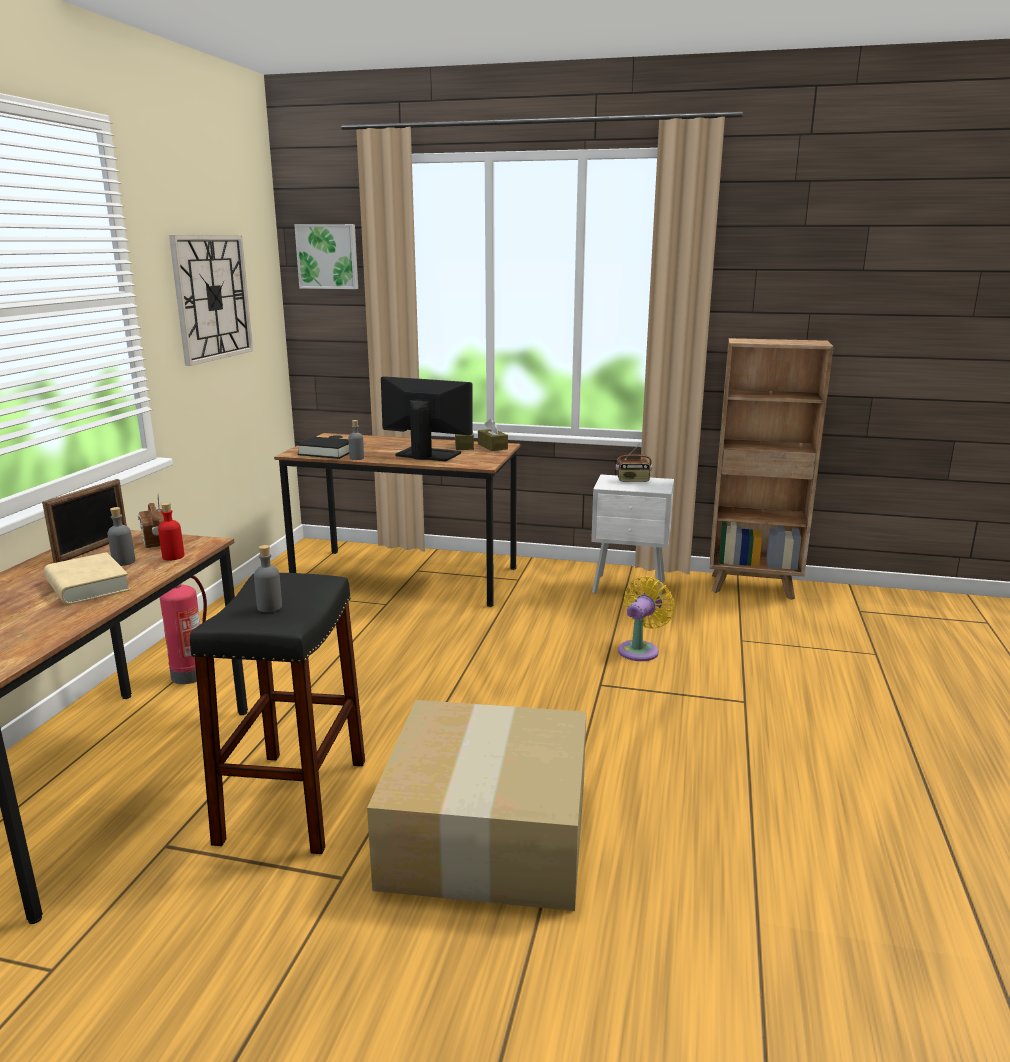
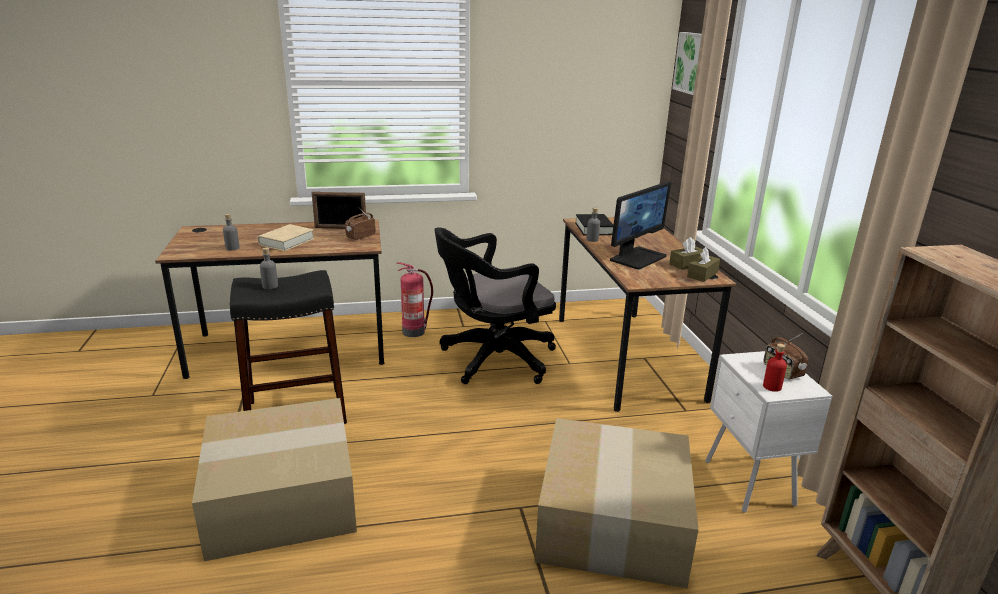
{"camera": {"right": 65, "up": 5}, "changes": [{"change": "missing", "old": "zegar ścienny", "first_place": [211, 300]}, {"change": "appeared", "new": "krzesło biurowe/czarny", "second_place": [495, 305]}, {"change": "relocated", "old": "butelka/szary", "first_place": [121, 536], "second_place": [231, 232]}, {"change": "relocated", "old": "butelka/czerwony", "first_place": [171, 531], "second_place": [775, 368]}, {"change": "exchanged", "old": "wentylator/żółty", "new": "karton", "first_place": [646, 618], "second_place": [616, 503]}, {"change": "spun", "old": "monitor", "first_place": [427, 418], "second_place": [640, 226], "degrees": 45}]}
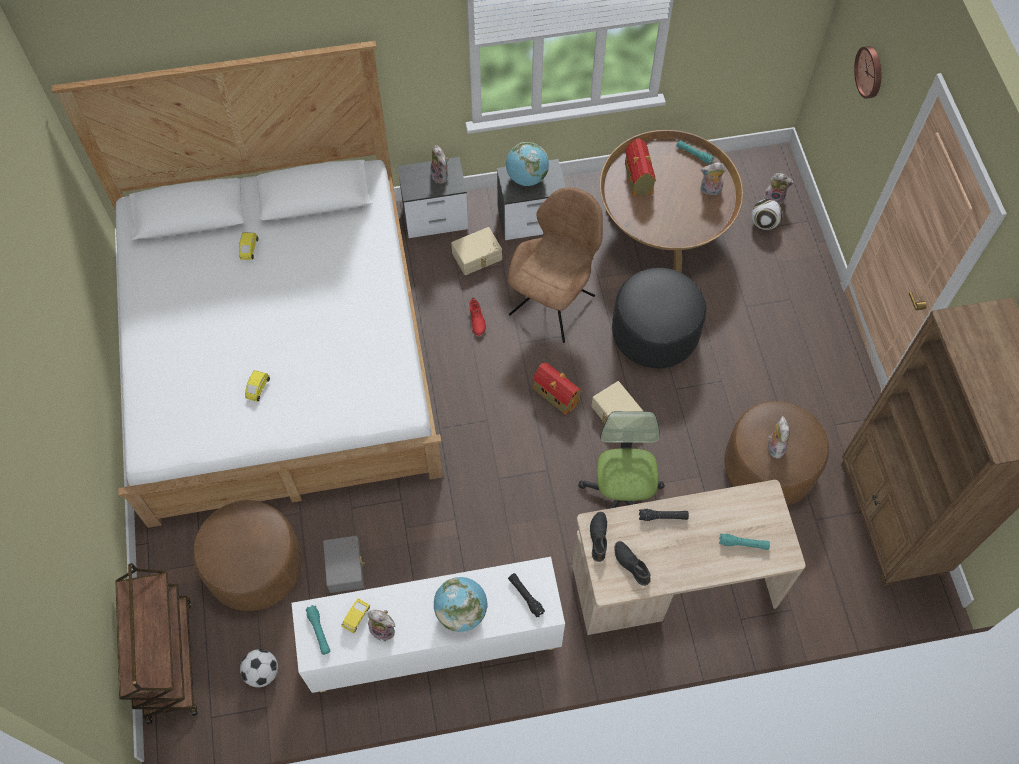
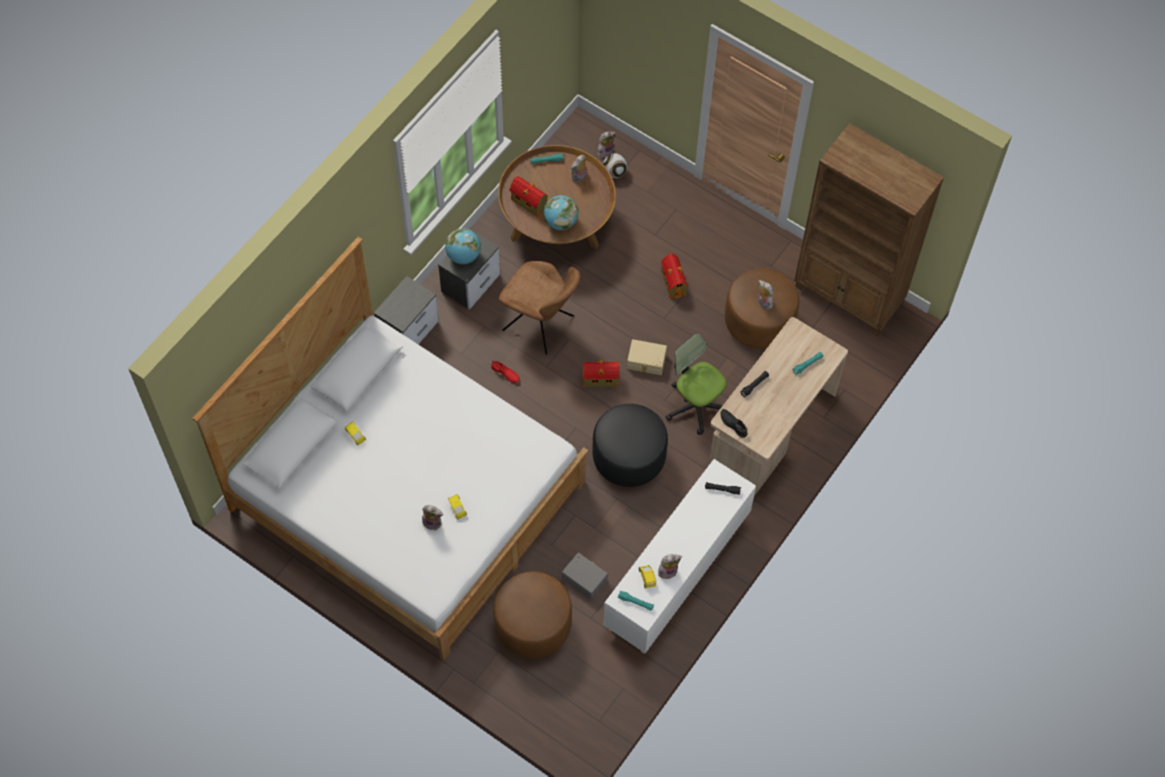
{"camera": {"right": -45, "up": 0}, "changes": [{"change": "missing", "old": "wózek/brązowy", "first_place": [157, 643]}, {"change": "missing", "old": "piłka futbolowa", "first_place": [259, 668]}, {"change": "missing", "old": "pojemnik do przechowywania/beżowy", "first_place": [476, 251]}, {"change": "missing", "old": "but/czarny", "first_place": [632, 563]}, {"change": "missing", "old": "zegar ścienny", "first_place": [867, 72]}, {"change": "appeared", "new": "domek", "second_place": [674, 276]}, {"change": "relocated", "old": "pluszak", "first_place": [439, 164], "second_place": [432, 518]}, {"change": "relocated", "old": "globus", "first_place": [461, 604], "second_place": [561, 212]}, {"change": "relocated", "old": "pufa/czarny", "first_place": [659, 318], "second_place": [630, 445]}, {"change": "spun", "old": "krzesło/brązowy", "first_place": [555, 265], "second_place": [539, 308], "degrees": 135}]}
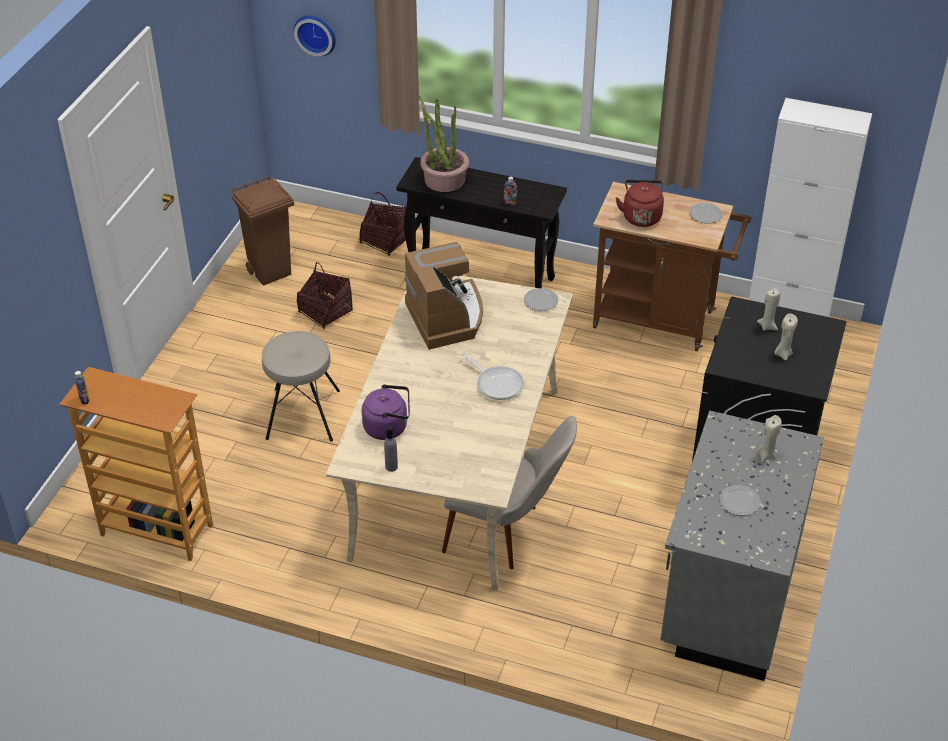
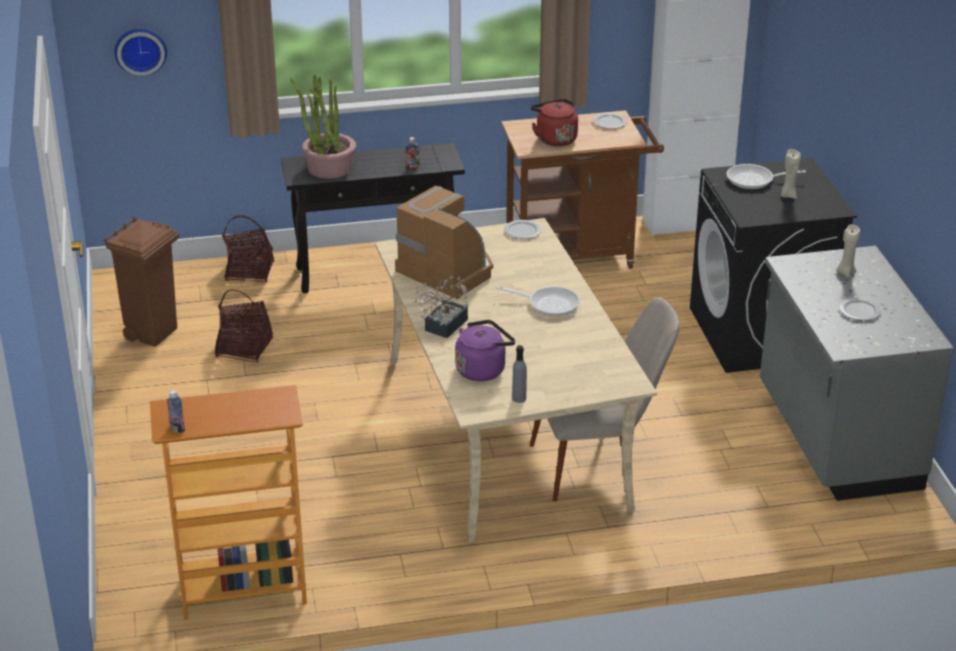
{"camera": {"right": -30, "up": -10}, "changes": [{"change": "missing", "old": "stołek/beżowy", "first_place": [301, 386]}, {"change": "appeared", "new": "roślina doniczkowa", "second_place": [441, 307]}, {"change": "exchanged", "old": "świeca/beżowy", "new": "patelnia", "first_place": [769, 309], "second_place": [766, 176]}]}
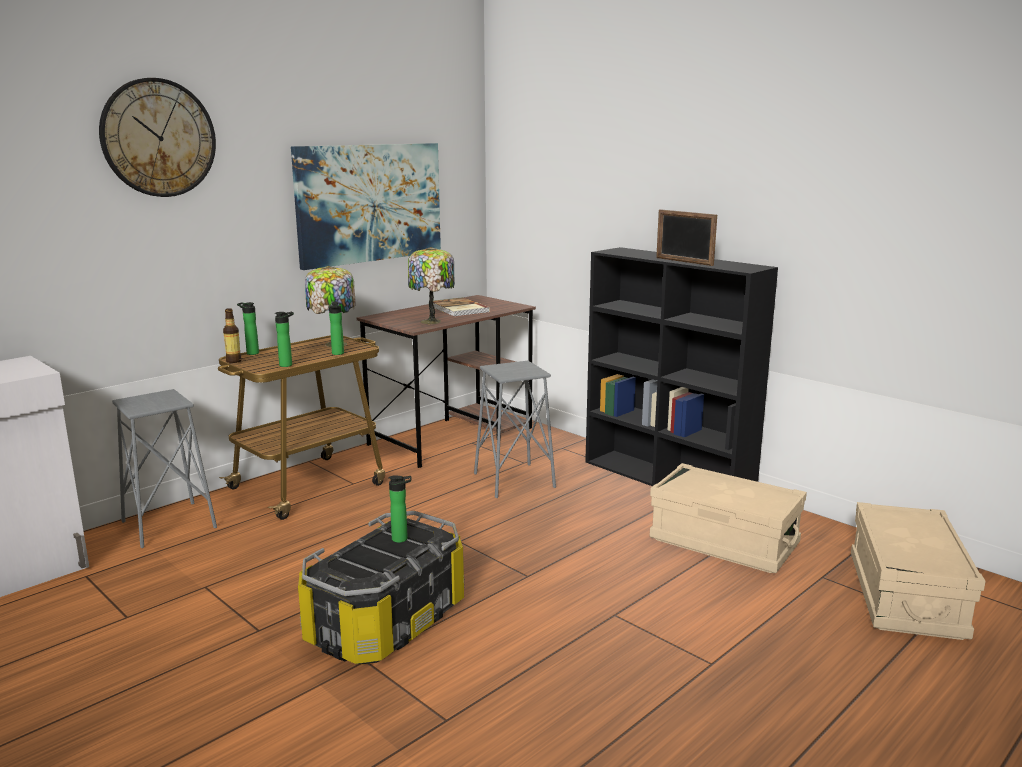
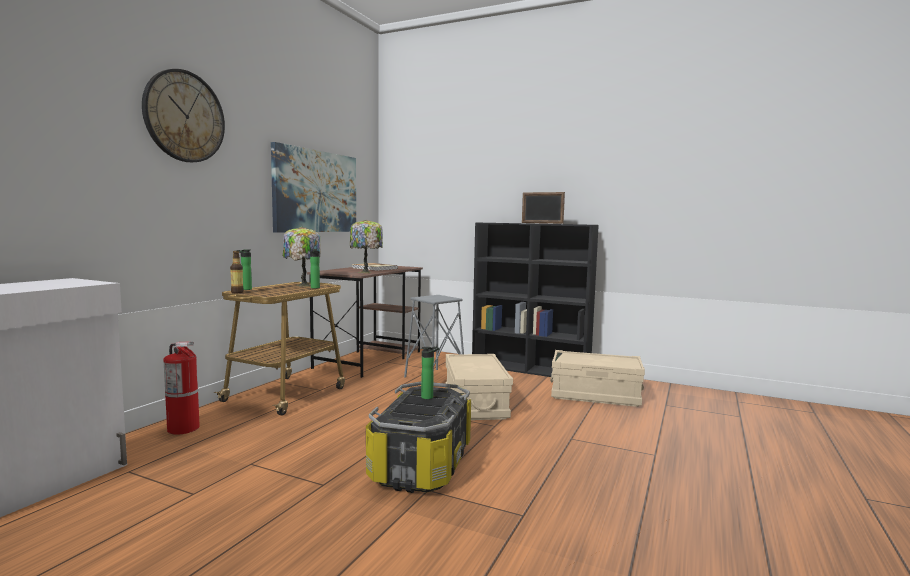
{"camera": {"right": -20, "up": -10}, "changes": [{"change": "missing", "old": "butelka", "first_place": [284, 339]}, {"change": "relocated", "old": "pojemnik do przechowywania/beżowy", "first_place": [918, 571], "second_place": [479, 387]}, {"change": "exchanged", "old": "stołek/szary", "new": "gaśnica", "first_place": [164, 468], "second_place": [181, 388]}]}
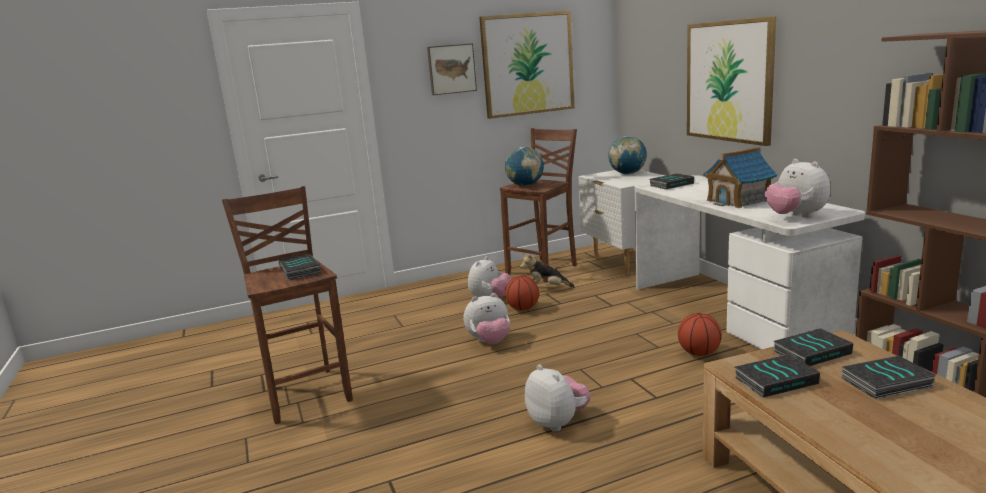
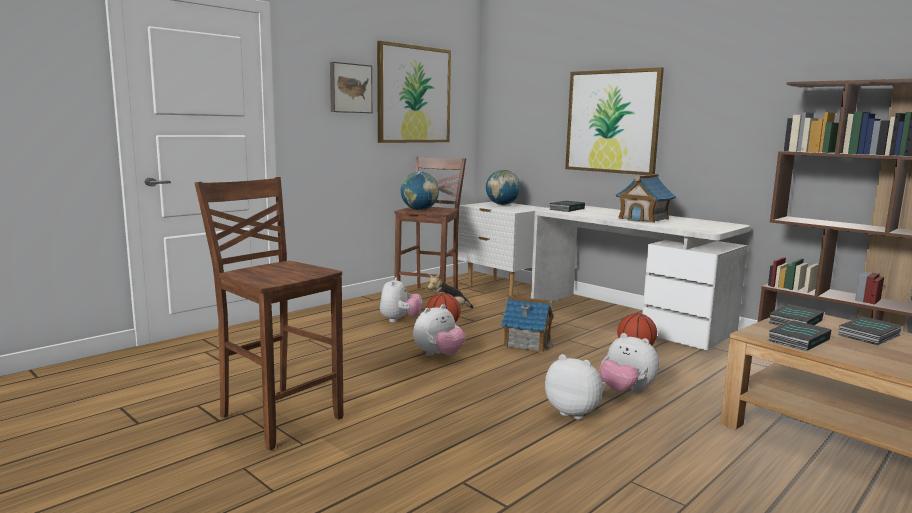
{"camera": {"right": -25, "up": -5}, "changes": [{"change": "missing", "old": "książka", "first_place": [299, 266]}, {"change": "appeared", "new": "domek", "second_place": [527, 324]}, {"change": "relocated", "old": "pluszak", "first_place": [797, 188], "second_place": [629, 362]}]}
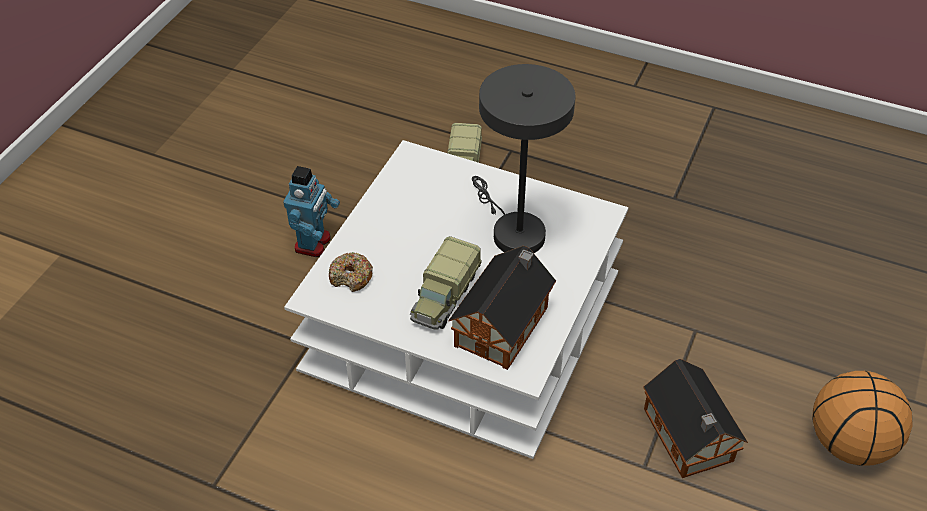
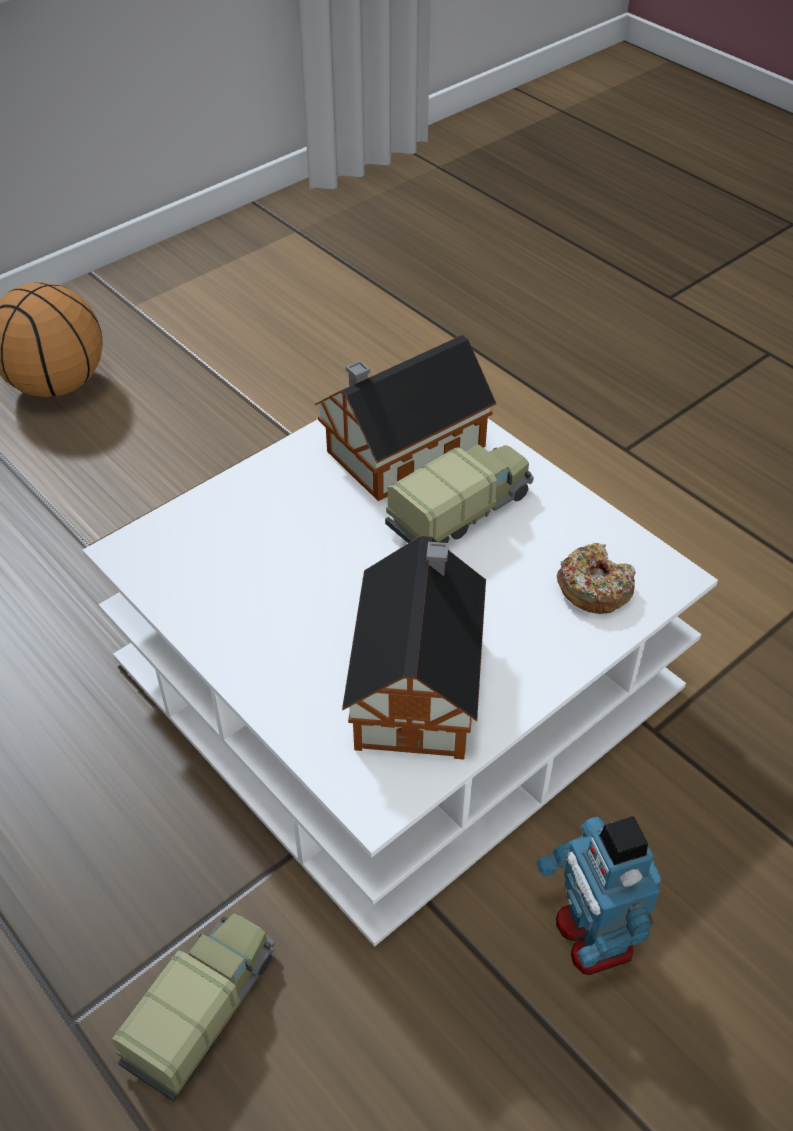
{"camera": {"right": -155, "up": 0}, "changes": [{"change": "missing", "old": "lampa stołowa/szary", "first_place": [523, 158]}, {"change": "relocated", "old": "domek", "first_place": [695, 418], "second_place": [414, 648]}, {"change": "spun", "old": "robot zabawkowy", "first_place": [311, 211], "second_place": [599, 895], "degrees": -60}]}
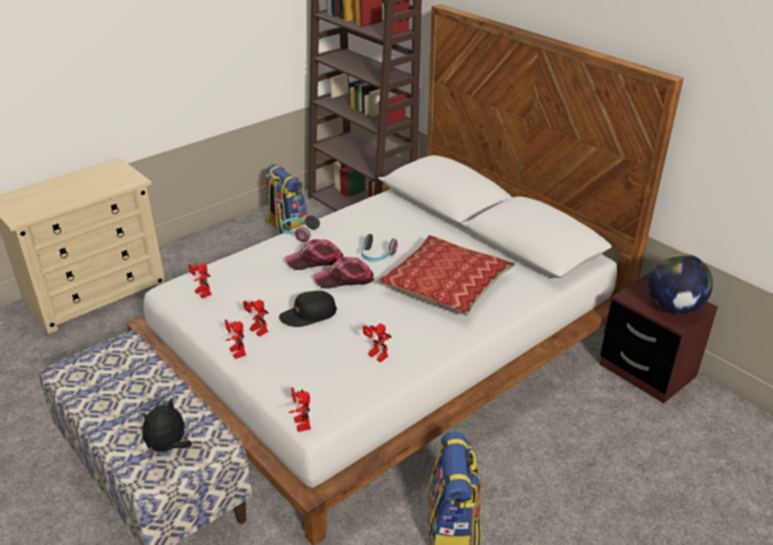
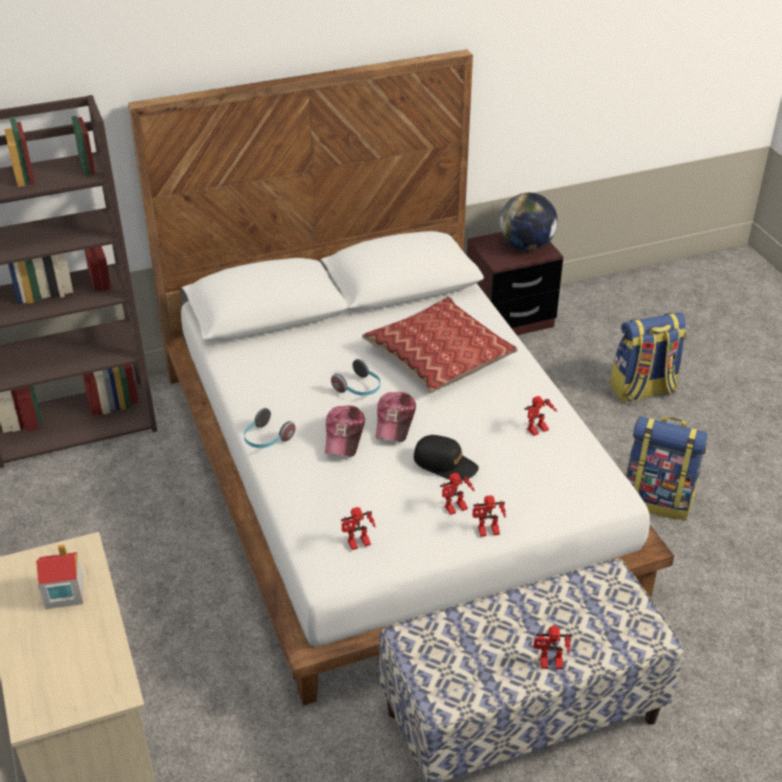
{"camera": {"right": -70, "up": 5}, "changes": [{"change": "missing", "old": "pluszak", "first_place": [167, 427]}, {"change": "appeared", "new": "domek", "second_place": [59, 577]}, {"change": "relocated", "old": "plecak", "first_place": [286, 199], "second_place": [648, 357]}, {"change": "relocated", "old": "robot zabawkowy", "first_place": [299, 409], "second_place": [552, 647]}, {"change": "spun", "old": "czapka z daszkiem/czarny", "first_place": [308, 309], "second_place": [446, 457], "degrees": -60}]}
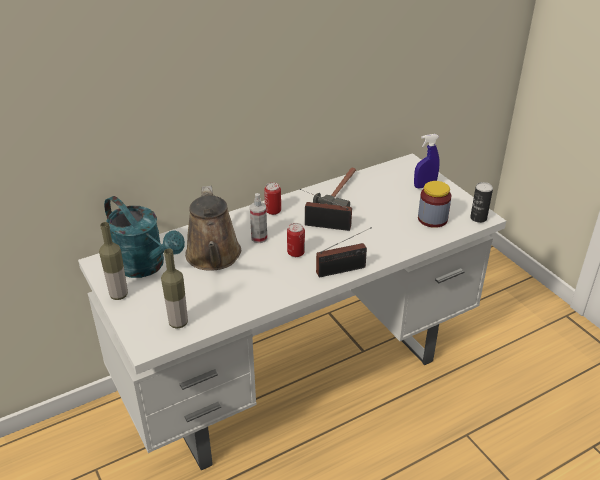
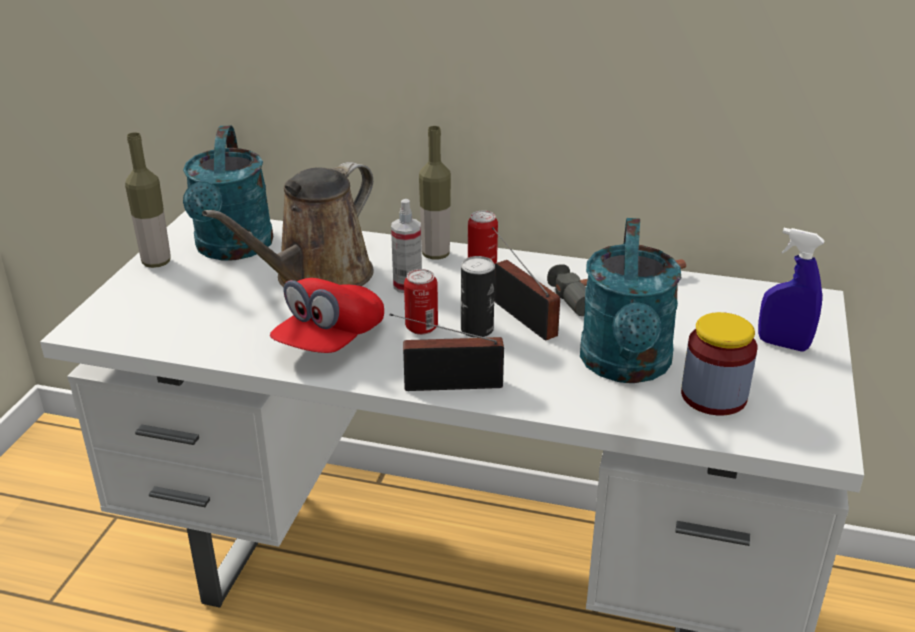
{"camera": {"right": 45, "up": -5}, "changes": [{"change": "appeared", "new": "czapka z daszkiem/czerwony", "second_place": [327, 315]}, {"change": "appeared", "new": "konewka/turkusowy", "second_place": [630, 300]}, {"change": "relocated", "old": "butelka", "first_place": [174, 288], "second_place": [435, 192]}, {"change": "relocated", "old": "puszka", "first_place": [481, 202], "second_place": [478, 297]}, {"change": "spun", "old": "radio", "first_place": [343, 252], "second_place": [447, 352], "degrees": 150}]}
